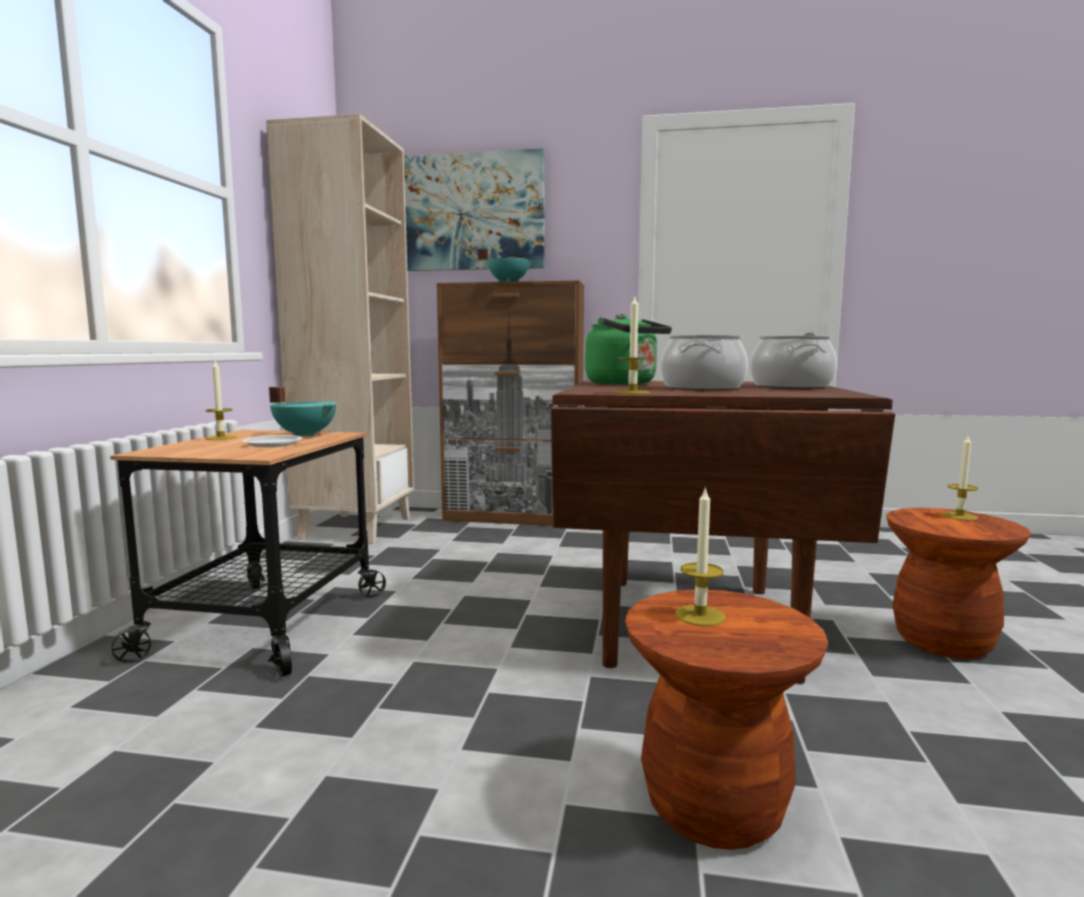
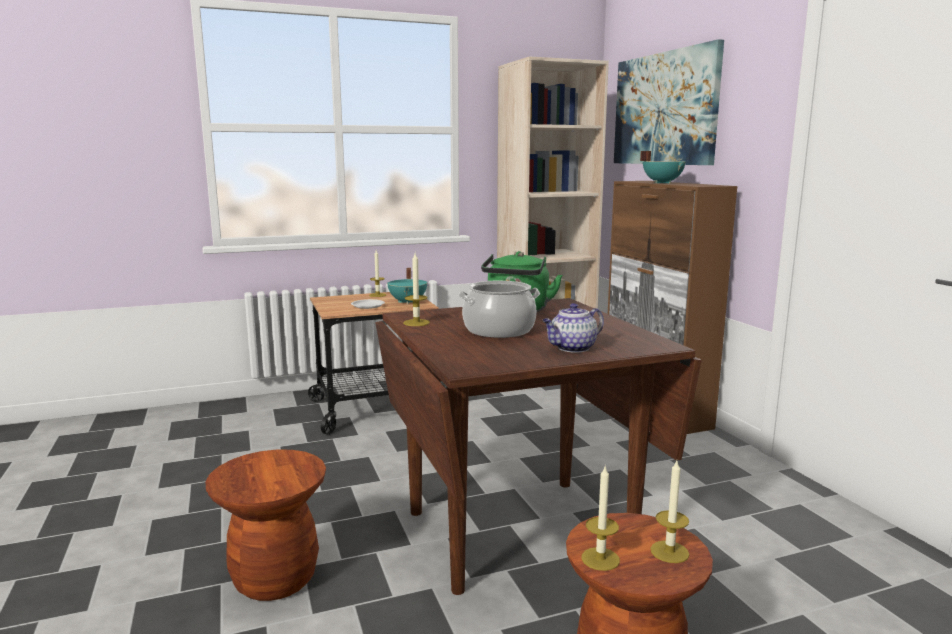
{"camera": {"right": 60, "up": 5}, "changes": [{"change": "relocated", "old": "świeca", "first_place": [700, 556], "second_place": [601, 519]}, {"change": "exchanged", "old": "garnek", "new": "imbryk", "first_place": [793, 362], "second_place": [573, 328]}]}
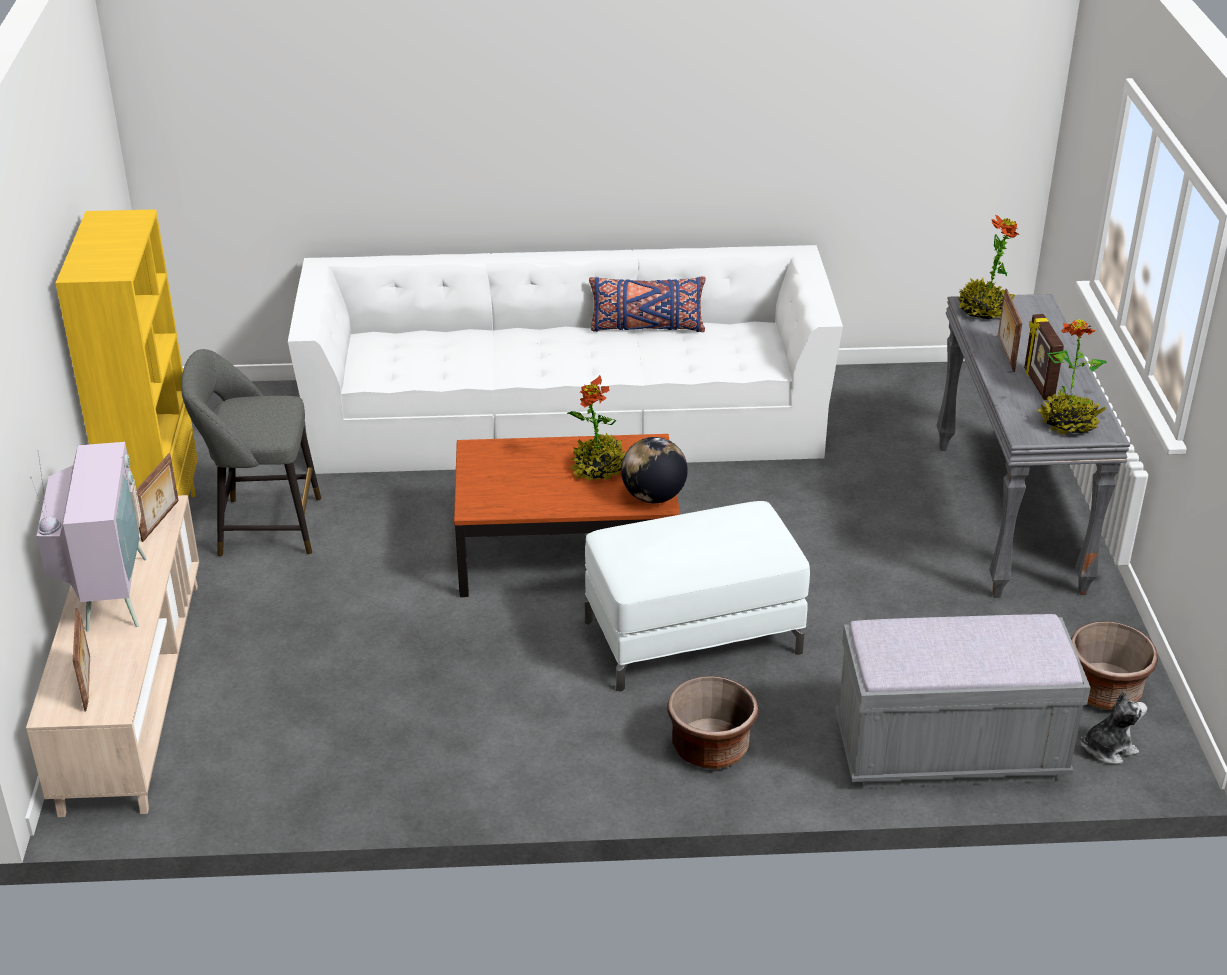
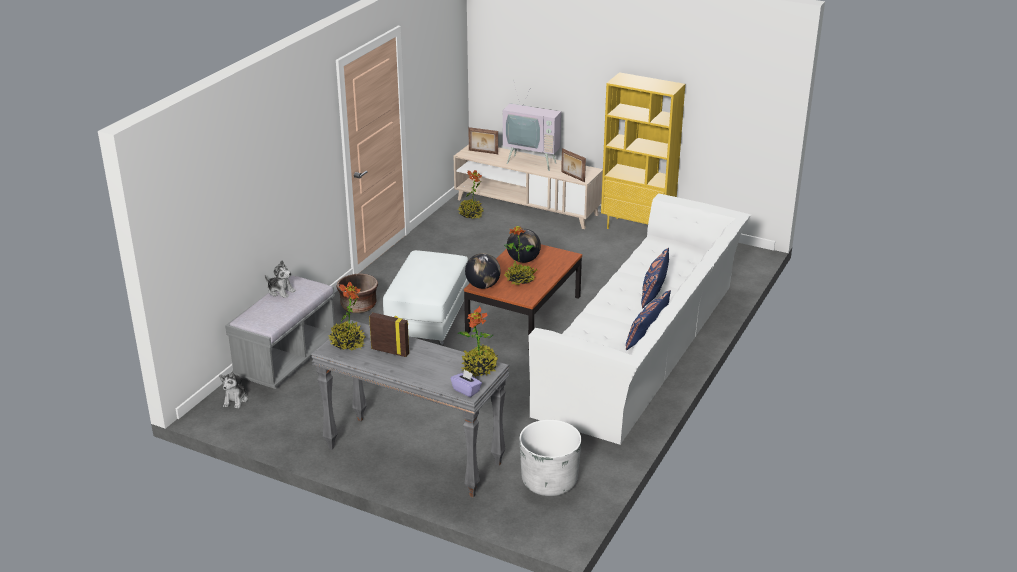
{"camera": {"right": 120, "up": -5}, "changes": [{"change": "missing", "old": "stołek/szary", "first_place": [251, 452]}, {"change": "missing", "old": "ramka na zdjęcie", "first_place": [1010, 330]}, {"change": "missing", "old": "donica/brązowy", "first_place": [1114, 665]}, {"change": "appeared", "new": "pluszak", "second_place": [280, 279]}, {"change": "appeared", "new": "pudełko chusteczek/fioletowy", "second_place": [466, 383]}, {"change": "appeared", "new": "roślina doniczkowa", "second_place": [470, 194]}, {"change": "appeared", "new": "globus", "second_place": [524, 246]}, {"change": "appeared", "new": "donica/biały", "second_place": [550, 458]}, {"change": "appeared", "new": "poduszka/niebieski", "second_place": [655, 278]}]}
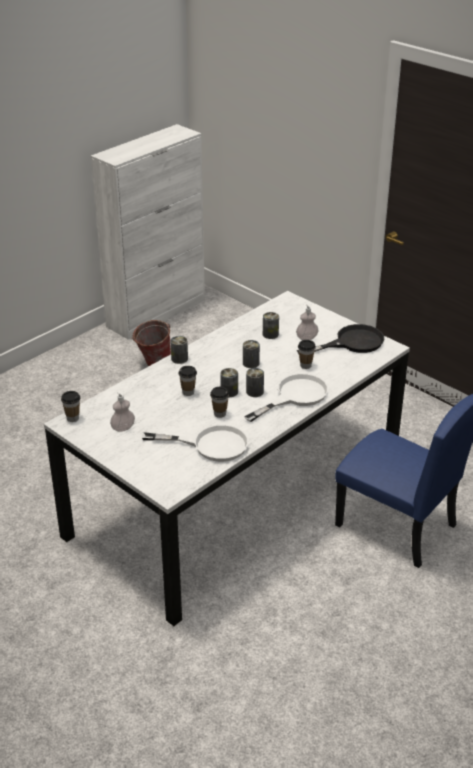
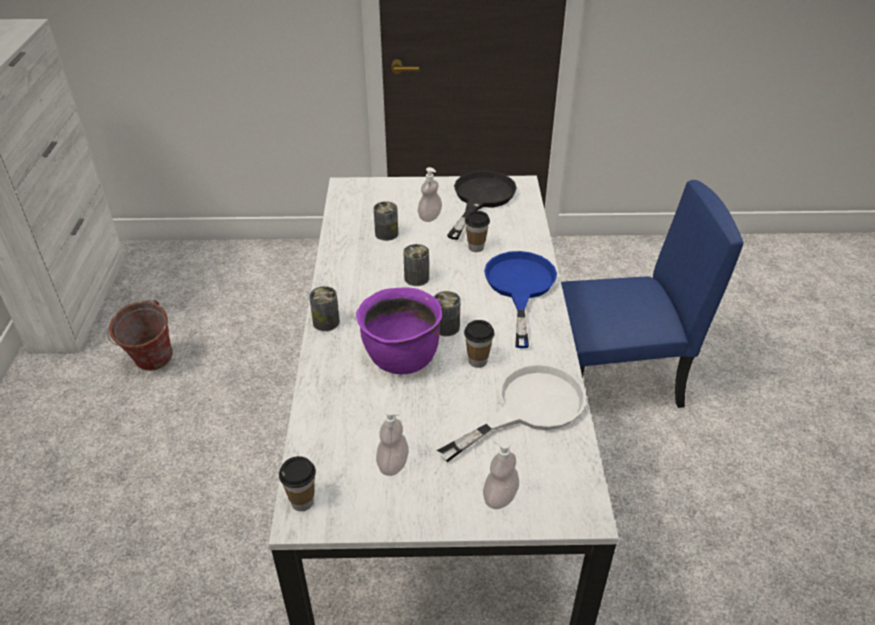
{"camera": {"right": -45, "up": 5}, "changes": [{"change": "missing", "old": "puszka", "first_place": [255, 382]}, {"change": "appeared", "new": "dozownik mydła", "second_place": [501, 474]}, {"change": "exchanged", "old": "filiżanka", "new": "garnek/fioletowy", "first_place": [187, 381], "second_place": [399, 330]}, {"change": "colour", "old": "patelnia/biały", "new": "patelnia/niebieski", "first_place": [286, 397], "second_place": [520, 299]}]}
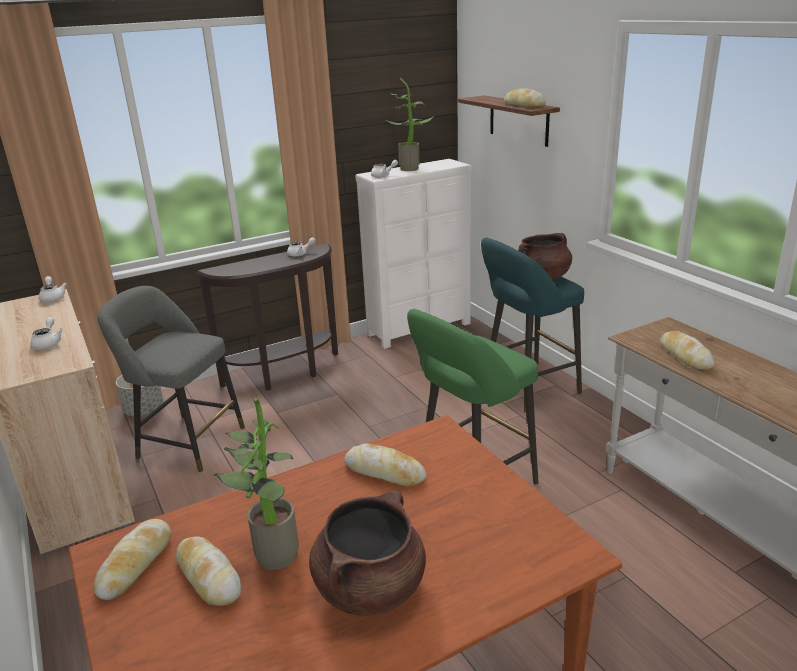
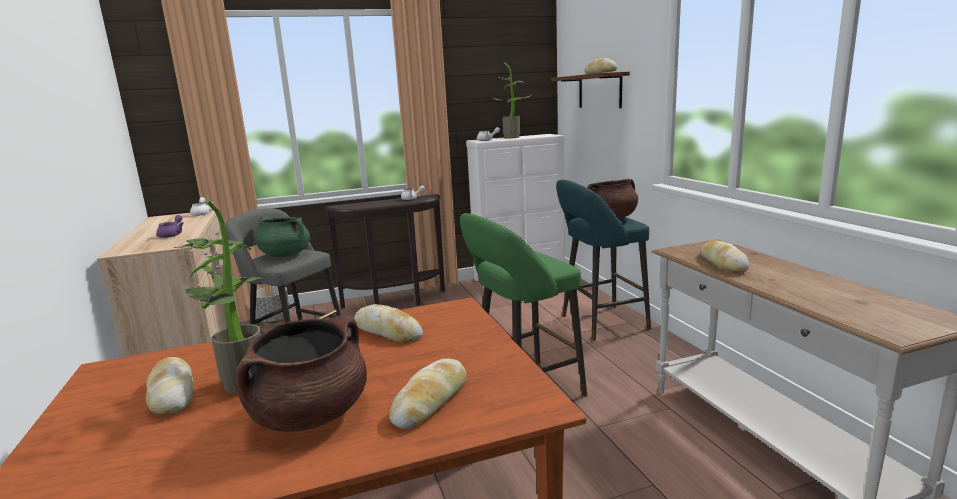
{"camera": {"right": 10, "up": -10}, "changes": [{"change": "appeared", "new": "garnek/zielony", "second_place": [282, 237]}, {"change": "relocated", "old": "chleb", "first_place": [132, 559], "second_place": [428, 393]}, {"change": "colour", "old": "imbryk/biały", "new": "imbryk/fioletowy", "first_place": [46, 333], "second_place": [170, 226]}]}
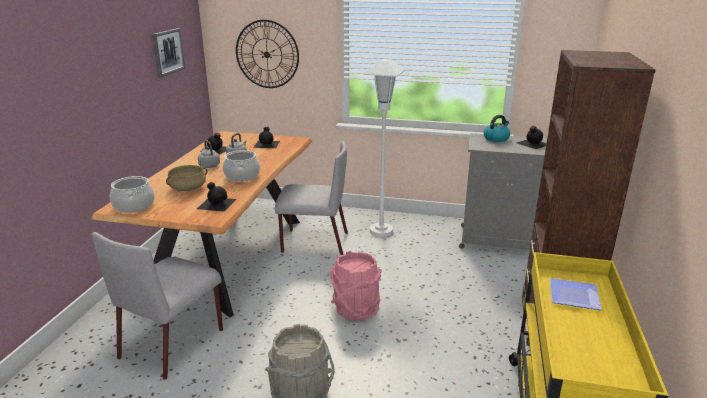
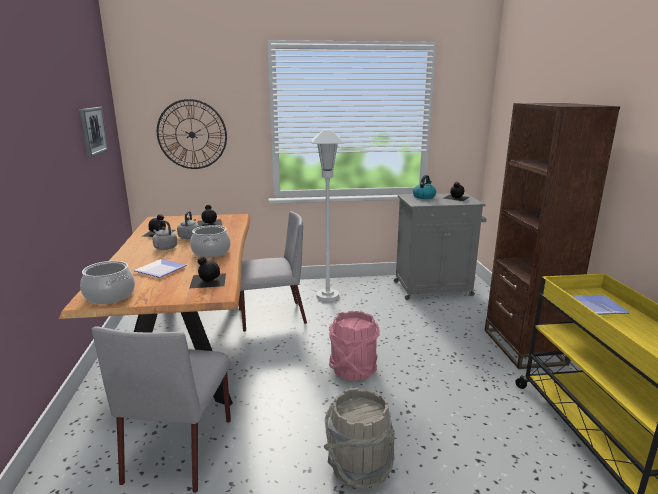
{"camera": {"right": -20, "up": -5}, "changes": [{"change": "exchanged", "old": "garnek/beżowy", "new": "talerz", "first_place": [186, 178], "second_place": [160, 268]}]}
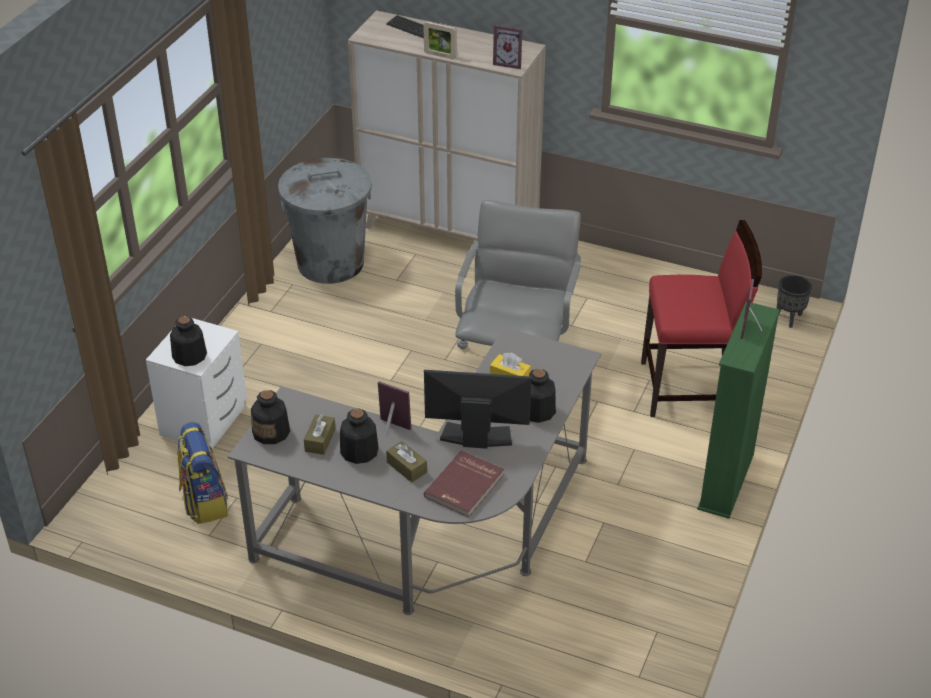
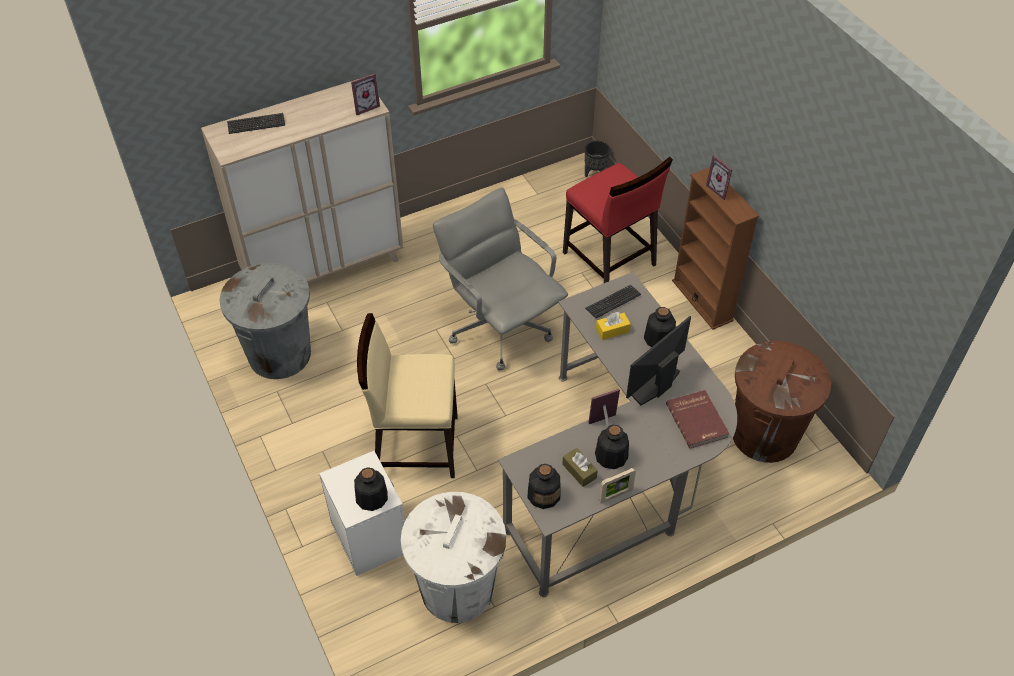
{"camera": {"right": -50, "up": 10}, "changes": [{"change": "missing", "old": "pudełko chusteczek/brązowy", "first_place": [406, 462]}, {"change": "appeared", "new": "krzesło/beżowy", "second_place": [407, 395]}, {"change": "appeared", "new": "klawiatura", "second_place": [613, 301]}, {"change": "appeared", "new": "kosz na śmieci/brązowy", "second_place": [782, 402]}, {"change": "relocated", "old": "ramka na zdjęcie", "first_place": [440, 40], "second_place": [617, 485]}, {"change": "exchanged", "old": "plecak", "new": "kosz na śmieci/biały", "first_place": [202, 473], "second_place": [453, 557]}, {"change": "colour", "old": "regał/zielony", "new": "regał/brązowy", "first_place": [738, 410], "second_place": [715, 248]}, {"change": "spun", "old": "krzesło/czerwony", "first_place": [701, 318], "second_place": [618, 220], "degrees": 105}]}
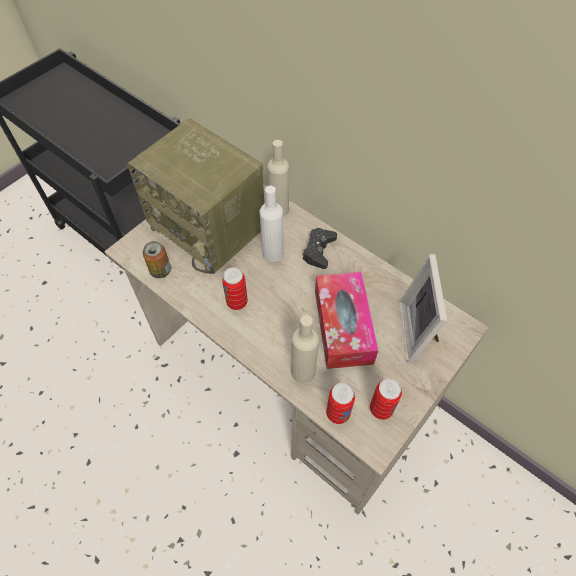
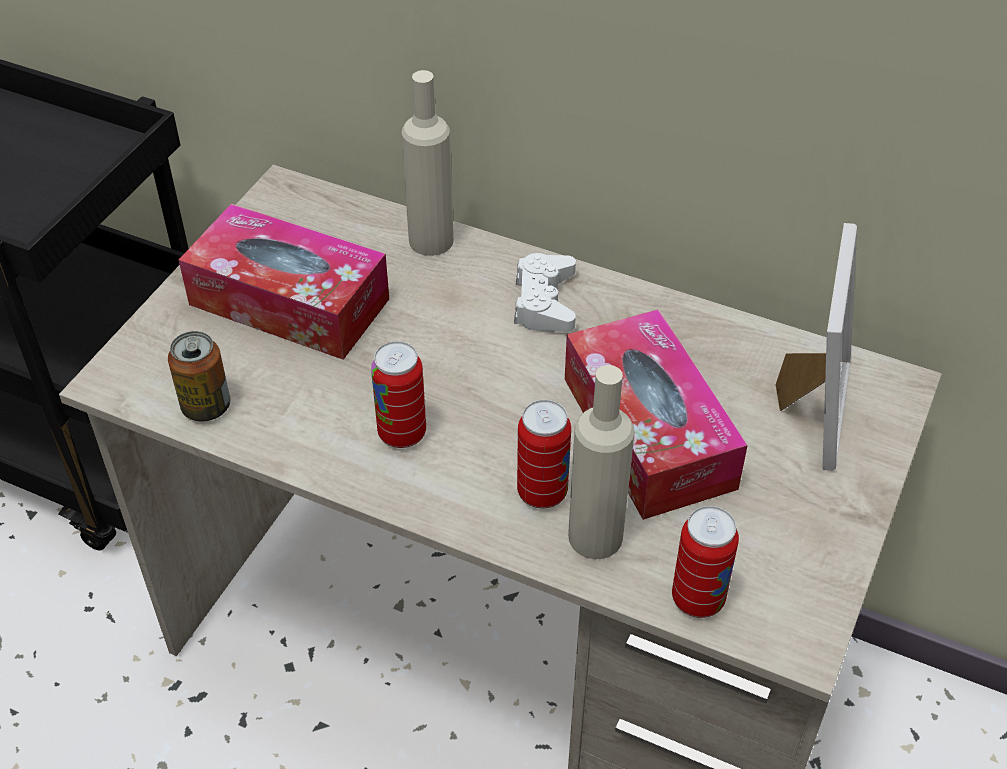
{"camera": {"right": -15, "up": -10}, "changes": [{"change": "missing", "old": "butelka/biały", "first_place": [272, 224]}, {"change": "relocated", "old": "puszka", "first_place": [386, 399], "second_place": [544, 454]}, {"change": "exchanged", "old": "radio", "new": "pudełko chusteczek", "first_place": [195, 196], "second_place": [284, 282]}, {"change": "colour", "old": "pad do gier/czarny", "new": "pad do gier/biały", "first_place": [319, 248], "second_place": [545, 292]}, {"change": "spun", "old": "ramka na zdjęcie", "first_place": [423, 308], "second_place": [816, 347], "degrees": -150}]}
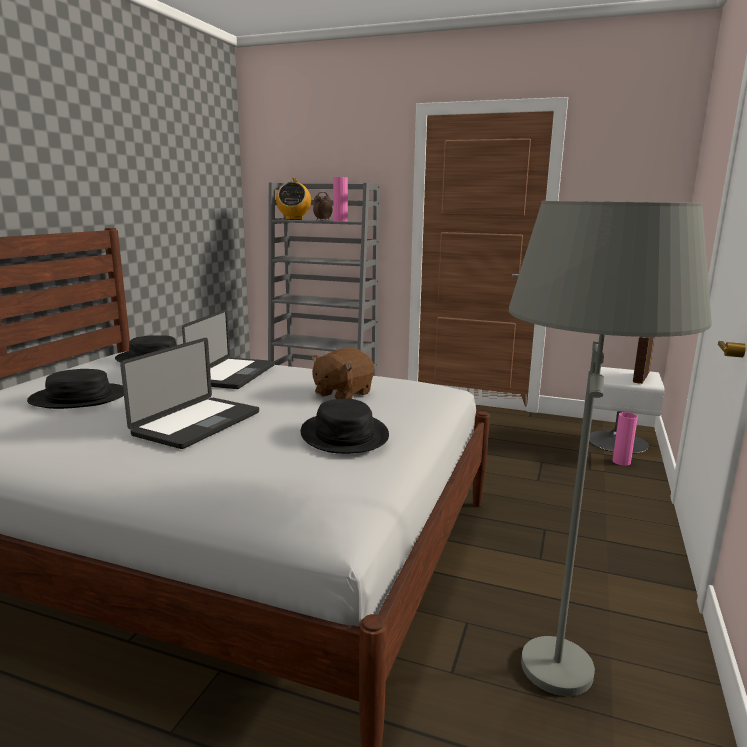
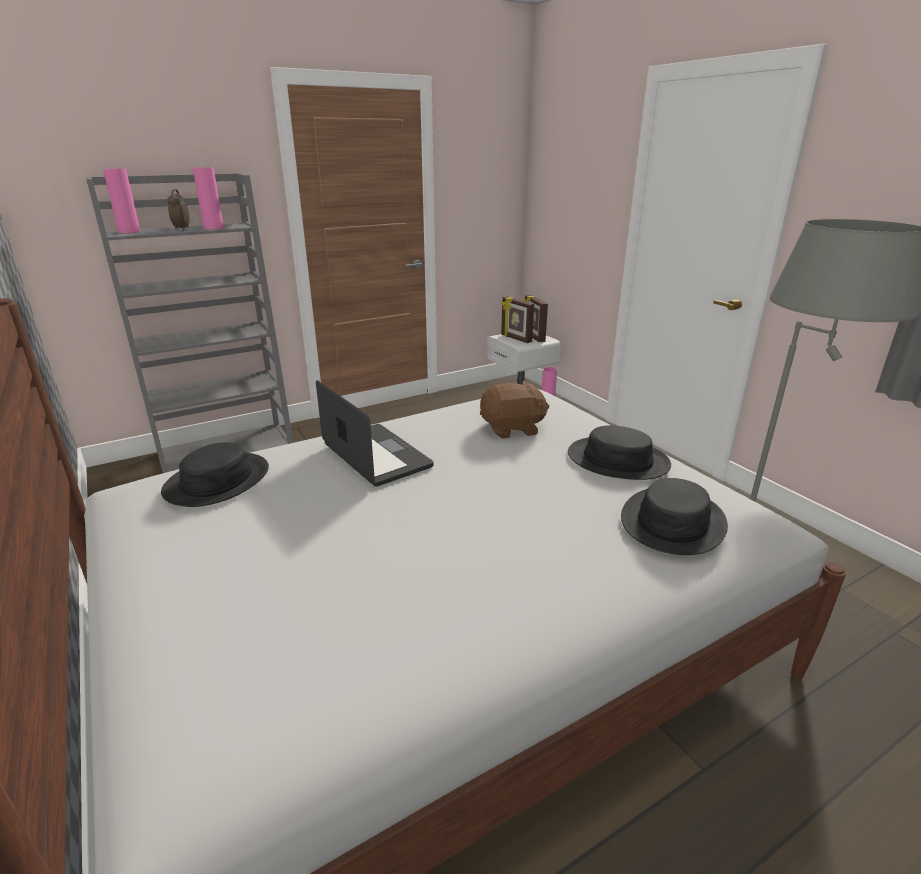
{"camera": {"right": -50, "up": 10}, "changes": [{"change": "missing", "old": "laptop", "first_place": [189, 393]}, {"change": "appeared", "new": "ramka na zdjęcie", "second_place": [517, 319]}, {"change": "relocated", "old": "kapelusz/czarny", "first_place": [75, 389], "second_place": [674, 516]}, {"change": "exchanged", "old": "radio", "new": "wazon/różowy", "first_place": [293, 199], "second_place": [121, 201]}, {"change": "spun", "old": "pluszak/brązowy", "first_place": [342, 373], "second_place": [514, 410], "degrees": -90}]}
